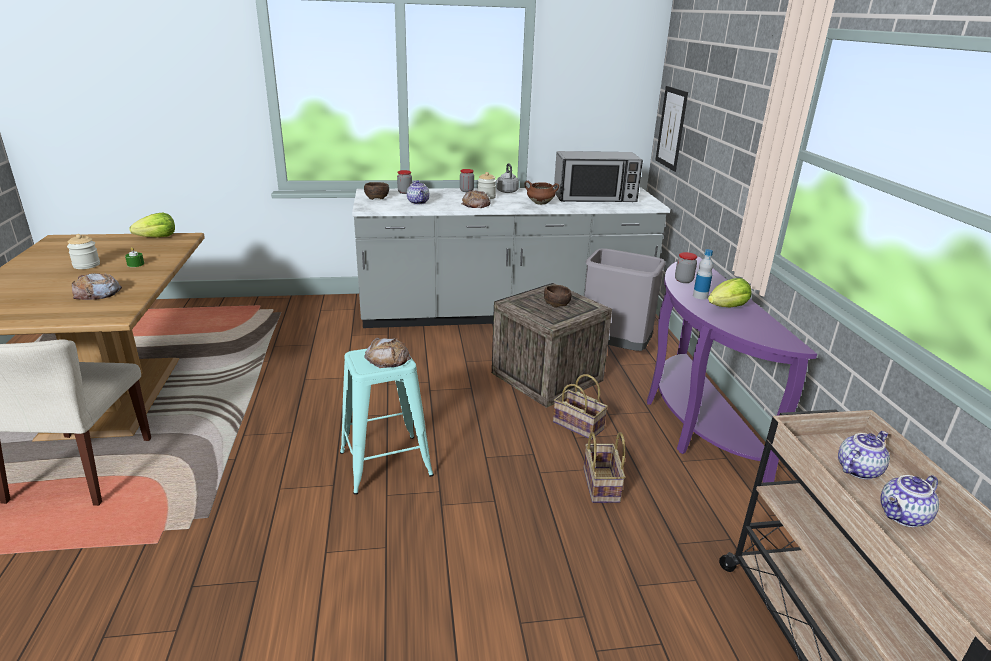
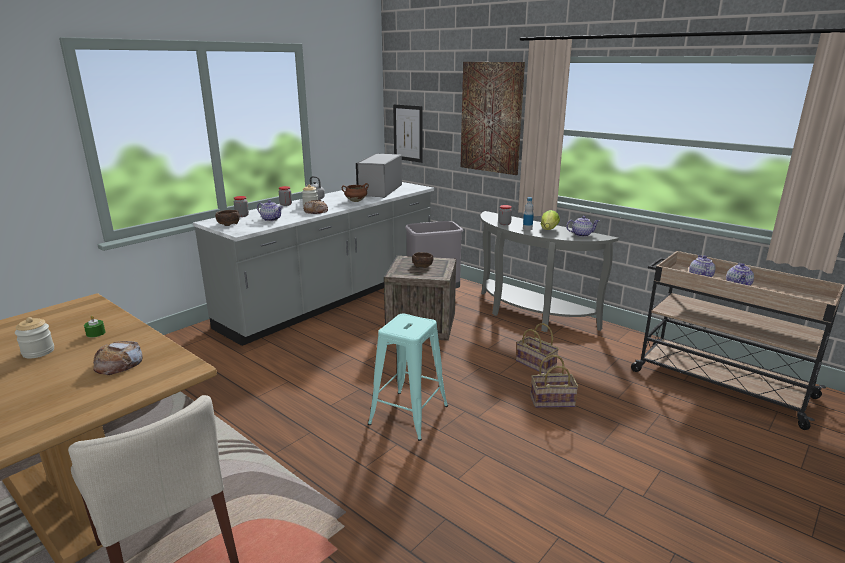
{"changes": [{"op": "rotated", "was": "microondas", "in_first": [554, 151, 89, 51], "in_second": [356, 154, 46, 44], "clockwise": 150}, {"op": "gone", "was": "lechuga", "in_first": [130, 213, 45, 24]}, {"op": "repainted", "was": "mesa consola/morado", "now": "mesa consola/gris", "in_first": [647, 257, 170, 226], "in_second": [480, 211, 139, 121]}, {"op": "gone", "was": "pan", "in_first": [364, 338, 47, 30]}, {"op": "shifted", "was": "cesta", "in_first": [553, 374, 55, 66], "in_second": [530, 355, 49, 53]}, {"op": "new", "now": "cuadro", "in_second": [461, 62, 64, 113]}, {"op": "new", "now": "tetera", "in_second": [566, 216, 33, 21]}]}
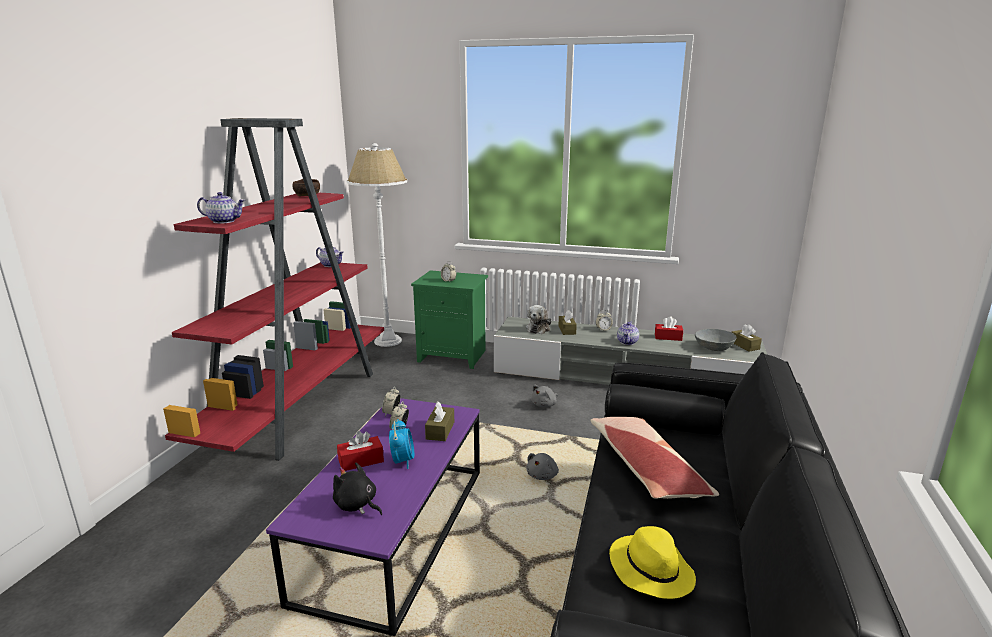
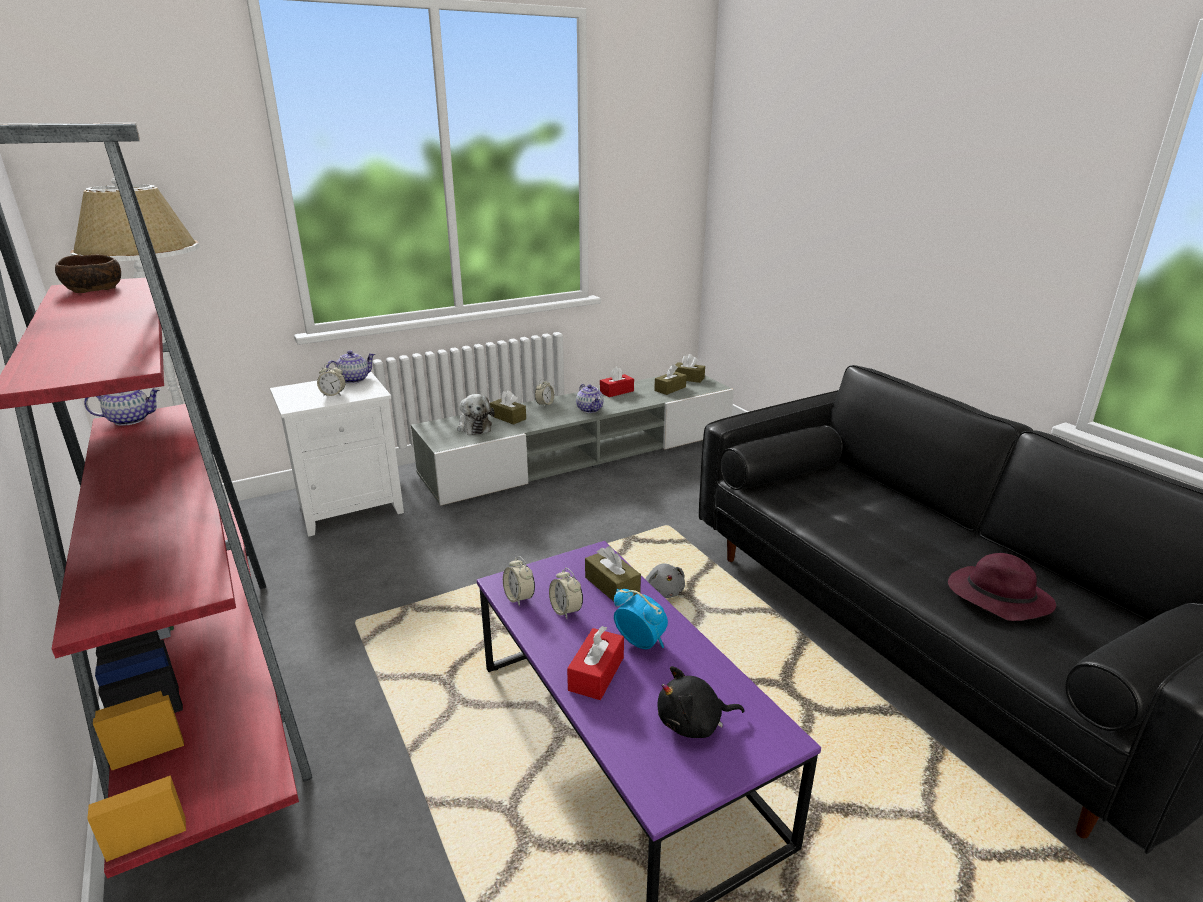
{"changes": [{"op": "shifted", "was": "tetera", "in_first": [197, 192, 48, 31], "in_second": [326, 350, 49, 34]}, {"op": "repainted", "was": "mesita de noche/verde", "now": "mesita de noche/blanco", "in_first": [411, 270, 77, 99], "in_second": [270, 372, 134, 165]}, {"op": "swapped", "was": "cuenco/gris", "now": "caja de pañuelos/marrón", "in_first": [695, 329, 42, 22], "in_second": [654, 364, 33, 31]}, {"op": "gone", "was": "peluche/gris", "in_first": [531, 385, 27, 22]}, {"op": "gone", "was": "cojín", "in_first": [591, 417, 128, 82]}, {"op": "repainted", "was": "sombrero/amarillo", "now": "sombrero/morado", "in_first": [609, 526, 87, 73], "in_second": [948, 553, 108, 68]}]}
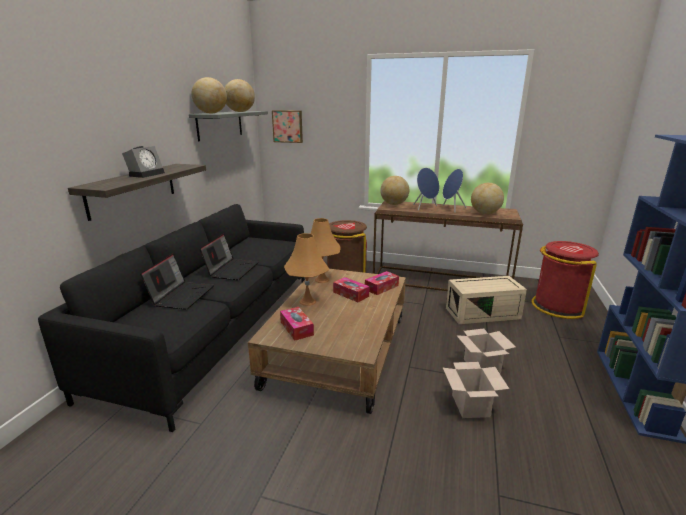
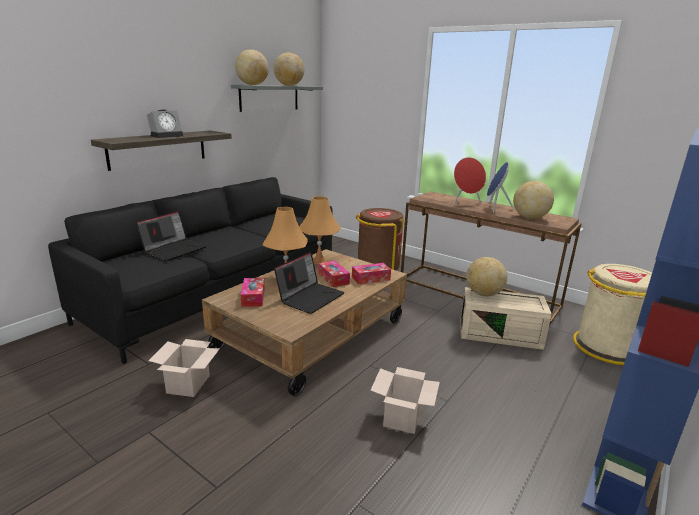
{"changes": [{"op": "gone", "was": "cuadro", "in_first": [272, 110, 31, 33]}, {"op": "repainted", "was": "altavoz/azul", "now": "altavoz/rojo", "in_first": [413, 168, 26, 43], "in_second": [453, 157, 33, 48]}, {"op": "shifted", "was": "globo terráqueo", "in_first": [380, 176, 29, 29], "in_second": [466, 257, 41, 39]}, {"op": "shifted", "was": "portátil", "in_first": [200, 234, 59, 46], "in_second": [274, 252, 71, 62]}, {"op": "repainted", "was": "papelera/rojo", "now": "papelera/beis", "in_first": [531, 241, 68, 78], "in_second": [573, 264, 79, 101]}, {"op": "shifted", "was": "caja de cartón", "in_first": [456, 328, 60, 46], "in_second": [148, 339, 72, 58]}]}
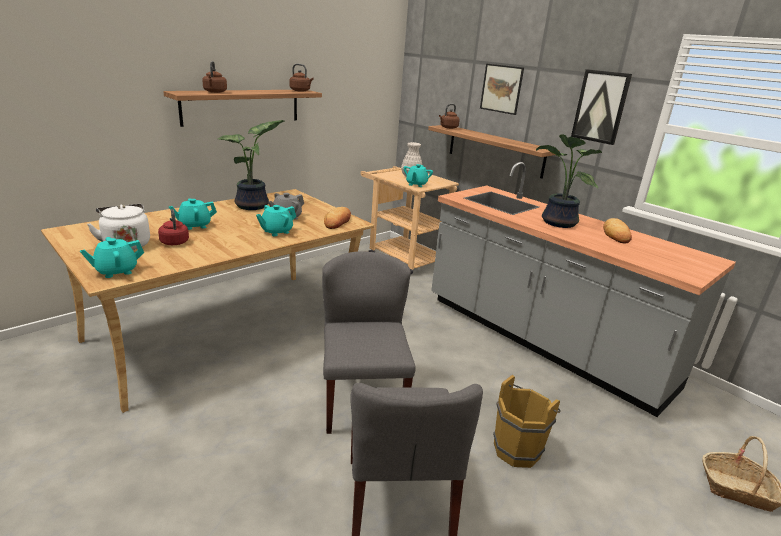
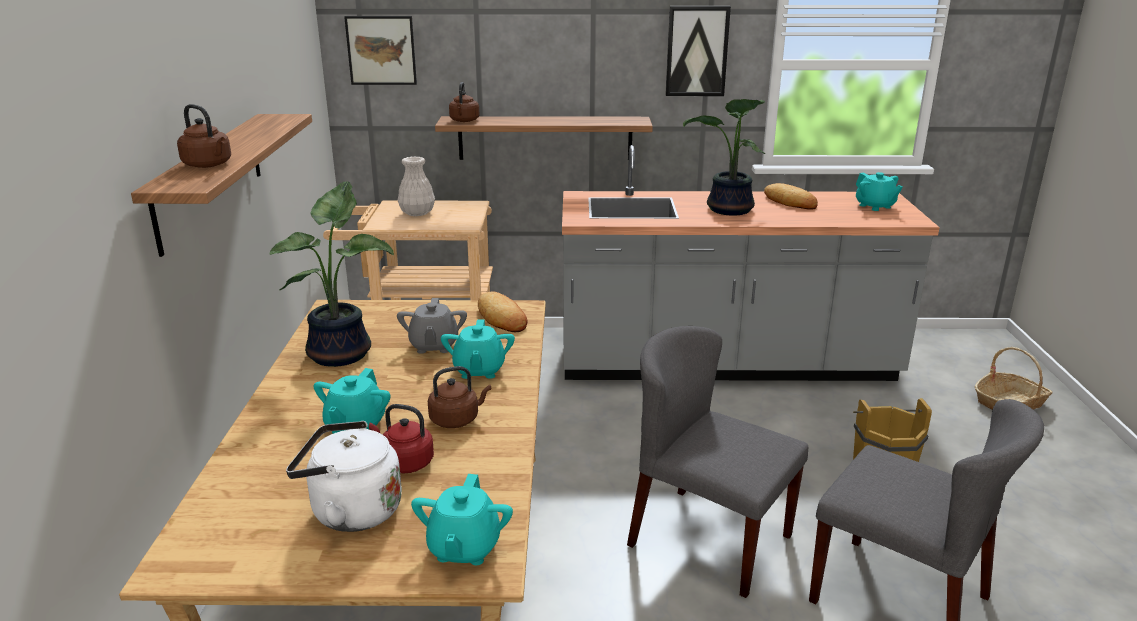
{"changes": [{"op": "shifted", "was": "cuadro", "in_first": [480, 63, 44, 52], "in_second": [344, 16, 73, 69]}, {"op": "shifted", "was": "hervidor/marrón", "in_first": [290, 64, 24, 28], "in_second": [428, 366, 63, 62]}, {"op": "shifted", "was": "tetera/turquesa", "in_first": [403, 164, 30, 23], "in_second": [856, 172, 47, 39]}]}
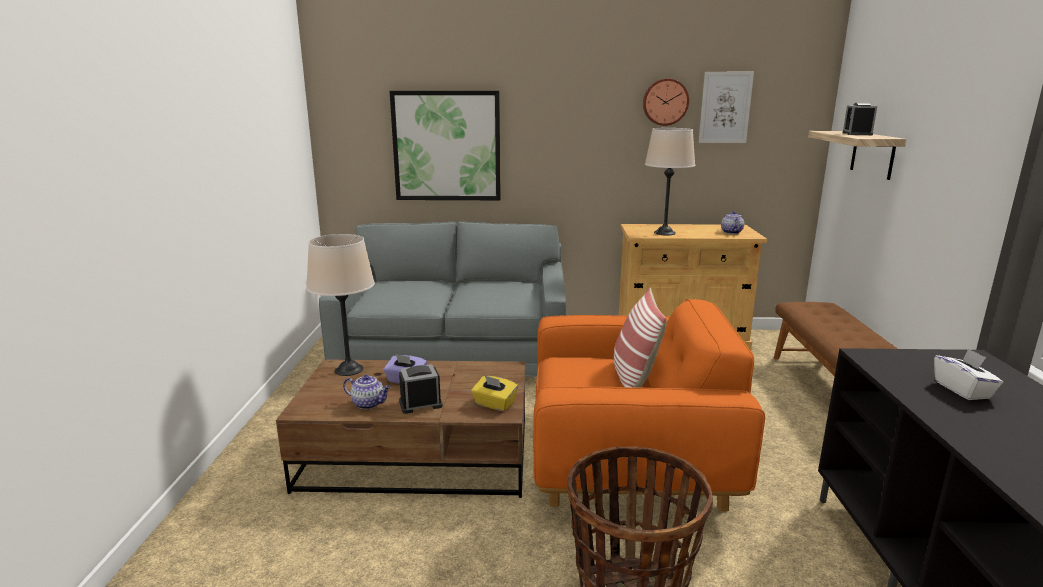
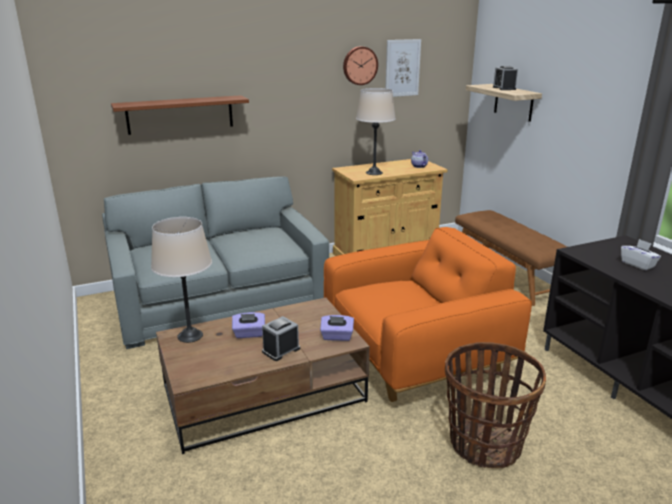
{"changes": [{"op": "swapped", "was": "cuadro", "now": "estante/marrón", "in_first": [390, 91, 111, 109], "in_second": [111, 95, 138, 40]}, {"op": "gone", "was": "cojín", "in_first": [614, 288, 53, 100]}, {"op": "gone", "was": "tetera", "in_first": [343, 375, 48, 34]}, {"op": "repainted", "was": "caja de pañuelos/amarillo", "now": "caja de pañuelos/morado", "in_first": [471, 375, 47, 36], "in_second": [320, 315, 34, 26]}]}
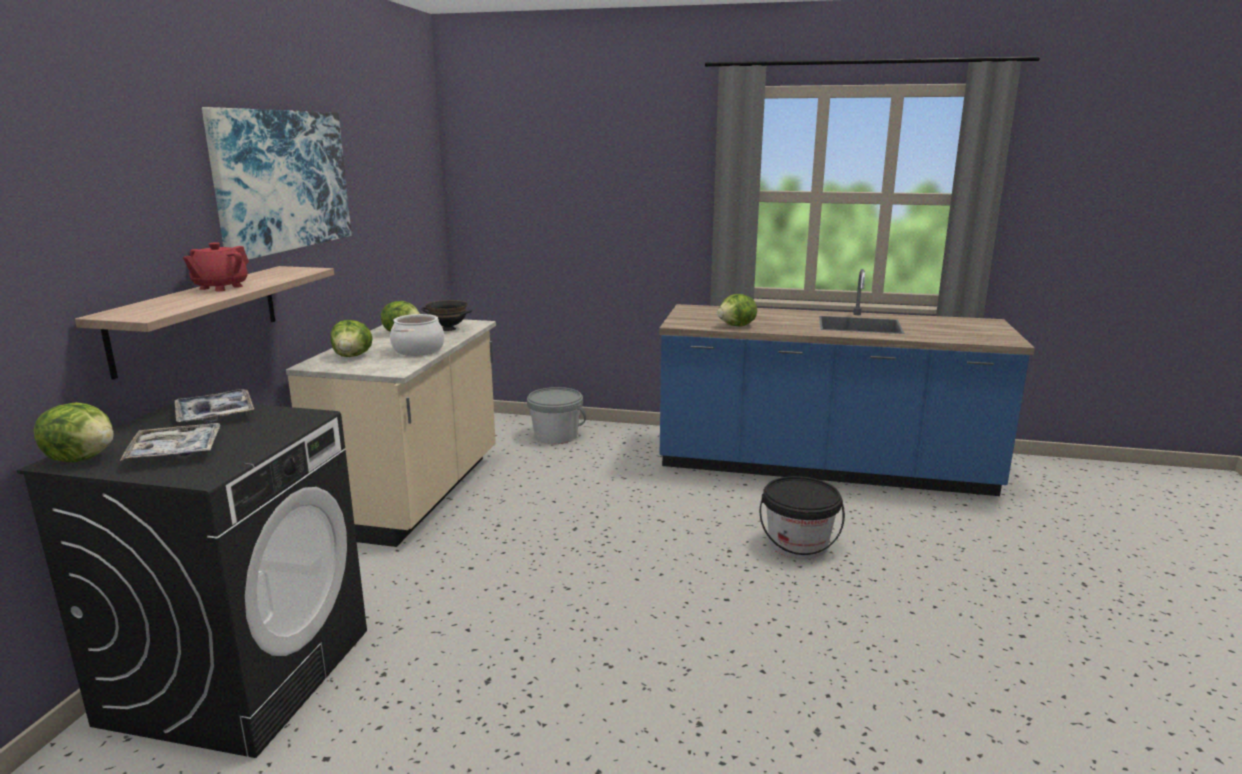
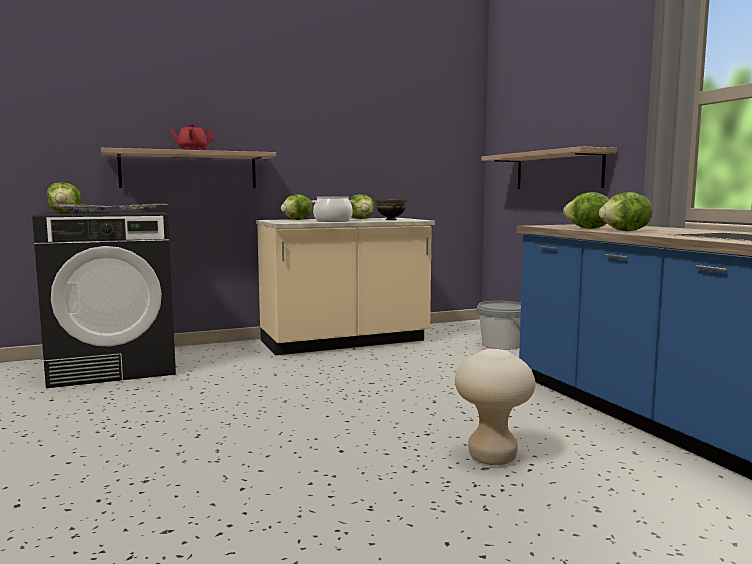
{"changes": [{"op": "gone", "was": "cuadro", "in_first": [202, 107, 150, 153]}, {"op": "swapped", "was": "cubo/negro", "now": "taburete/beis", "in_first": [760, 476, 85, 83], "in_second": [455, 349, 80, 116]}, {"op": "new", "now": "estante", "in_second": [481, 146, 136, 43]}, {"op": "new", "now": "lechuga", "in_second": [599, 192, 54, 39]}]}
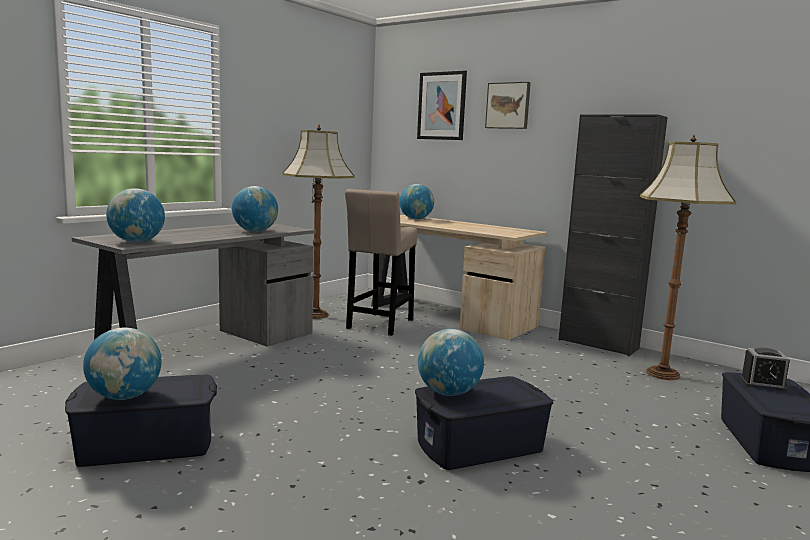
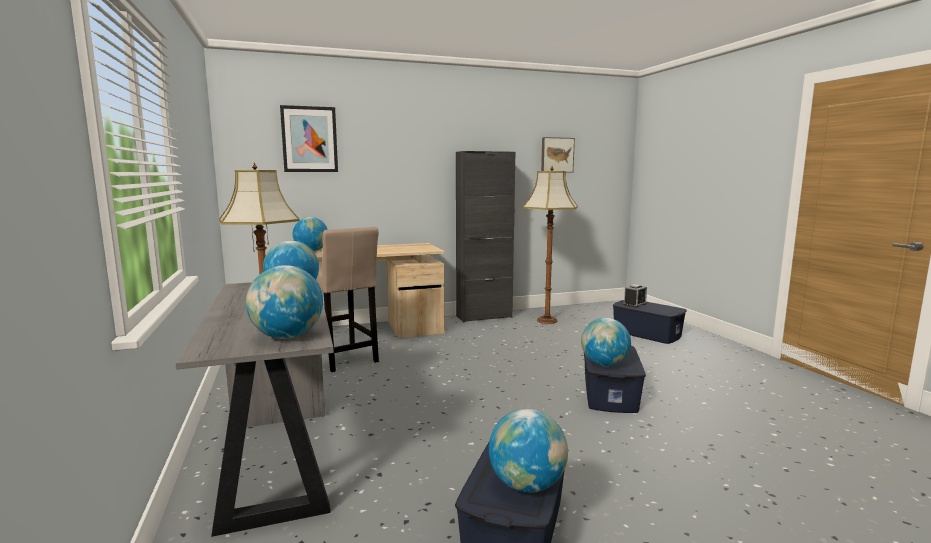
{"changes": [{"op": "shifted", "was": "cuadro", "in_first": [485, 82, 46, 47], "in_second": [541, 137, 34, 36]}]}
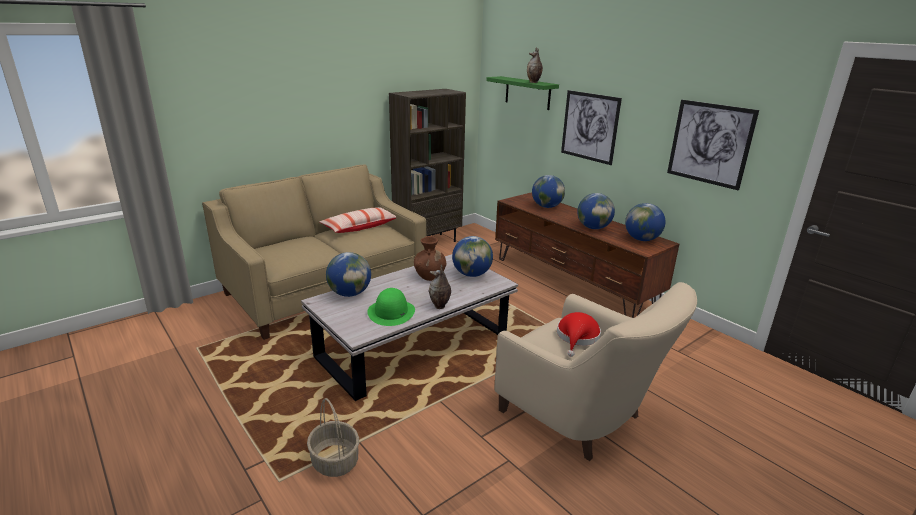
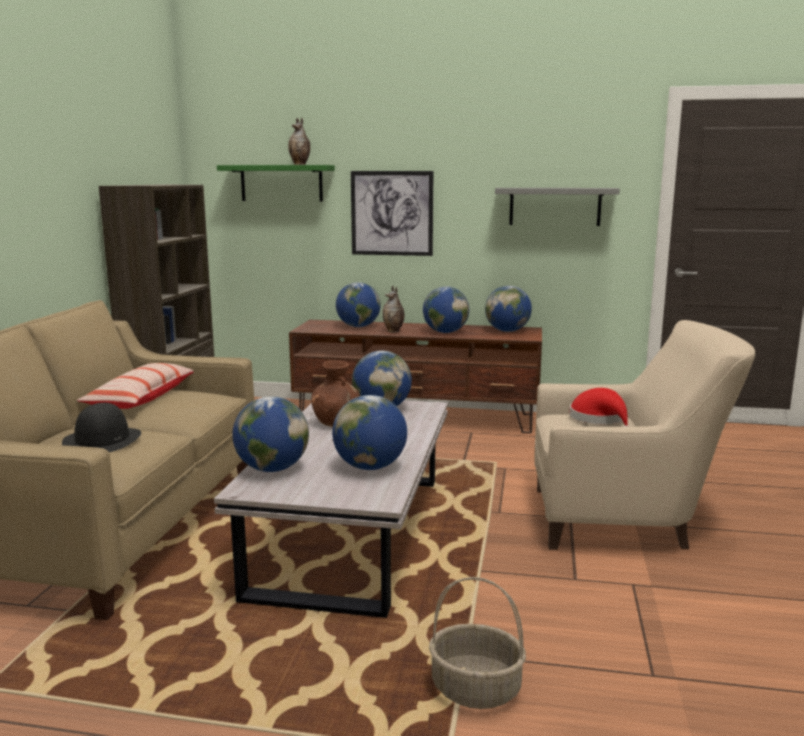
{"changes": [{"op": "swapped", "was": "cuadro", "now": "estante/gris", "in_first": [667, 100, 92, 90], "in_second": [495, 188, 125, 38]}, {"op": "shifted", "was": "florero", "in_first": [429, 265, 22, 44], "in_second": [382, 286, 23, 47]}, {"op": "swapped", "was": "sombrero/verde", "now": "globo terráqueo", "in_first": [367, 288, 48, 38], "in_second": [332, 395, 75, 75]}, {"op": "new", "now": "sombrero/negro", "in_second": [62, 403, 79, 49]}]}
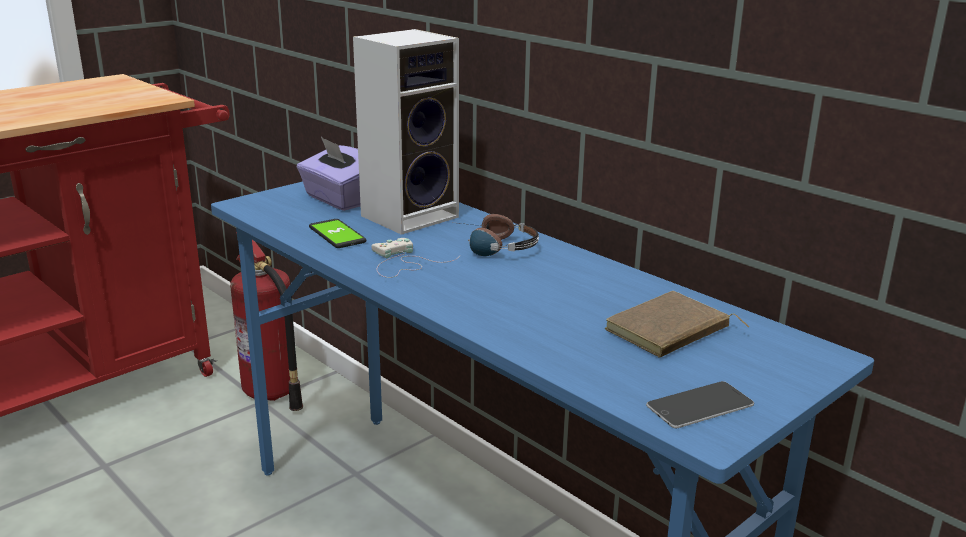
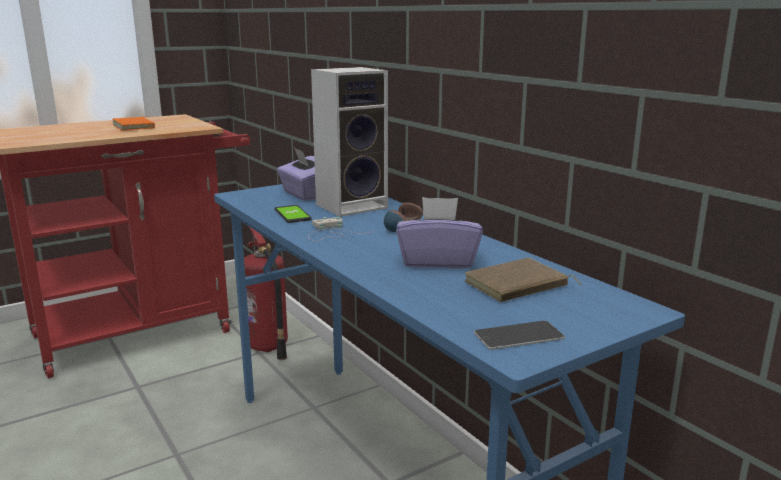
{"changes": [{"op": "new", "now": "libro/naranja", "in_second": [112, 116, 43, 15]}, {"op": "new", "now": "caja de pañuelos/morado", "in_second": [396, 197, 87, 72]}]}
